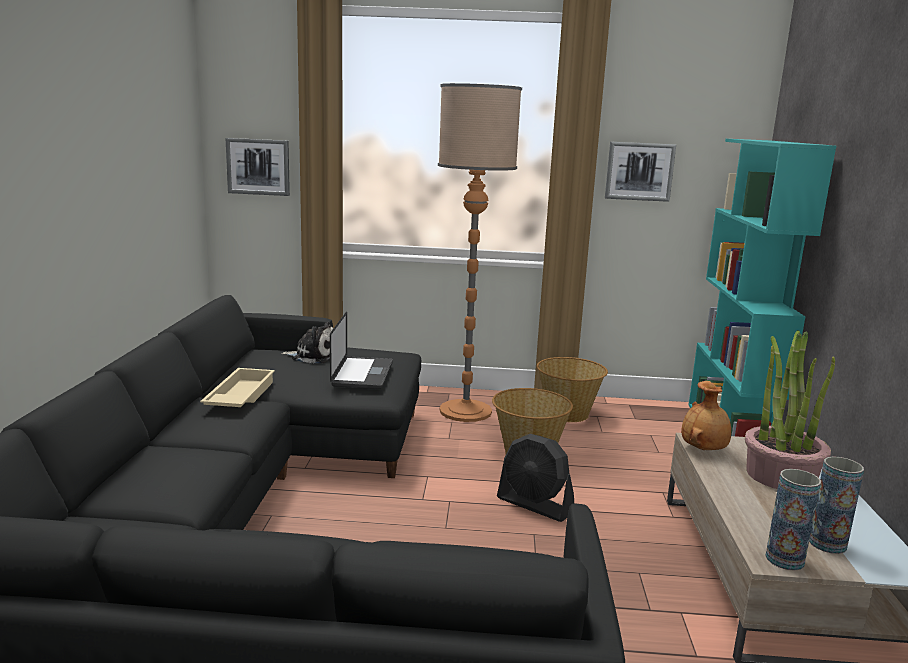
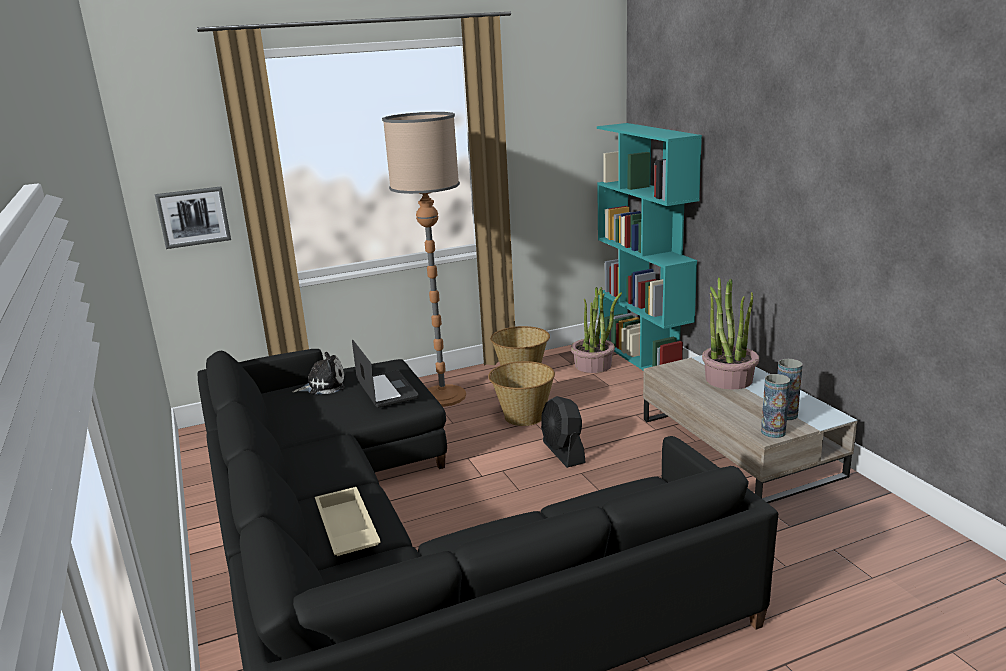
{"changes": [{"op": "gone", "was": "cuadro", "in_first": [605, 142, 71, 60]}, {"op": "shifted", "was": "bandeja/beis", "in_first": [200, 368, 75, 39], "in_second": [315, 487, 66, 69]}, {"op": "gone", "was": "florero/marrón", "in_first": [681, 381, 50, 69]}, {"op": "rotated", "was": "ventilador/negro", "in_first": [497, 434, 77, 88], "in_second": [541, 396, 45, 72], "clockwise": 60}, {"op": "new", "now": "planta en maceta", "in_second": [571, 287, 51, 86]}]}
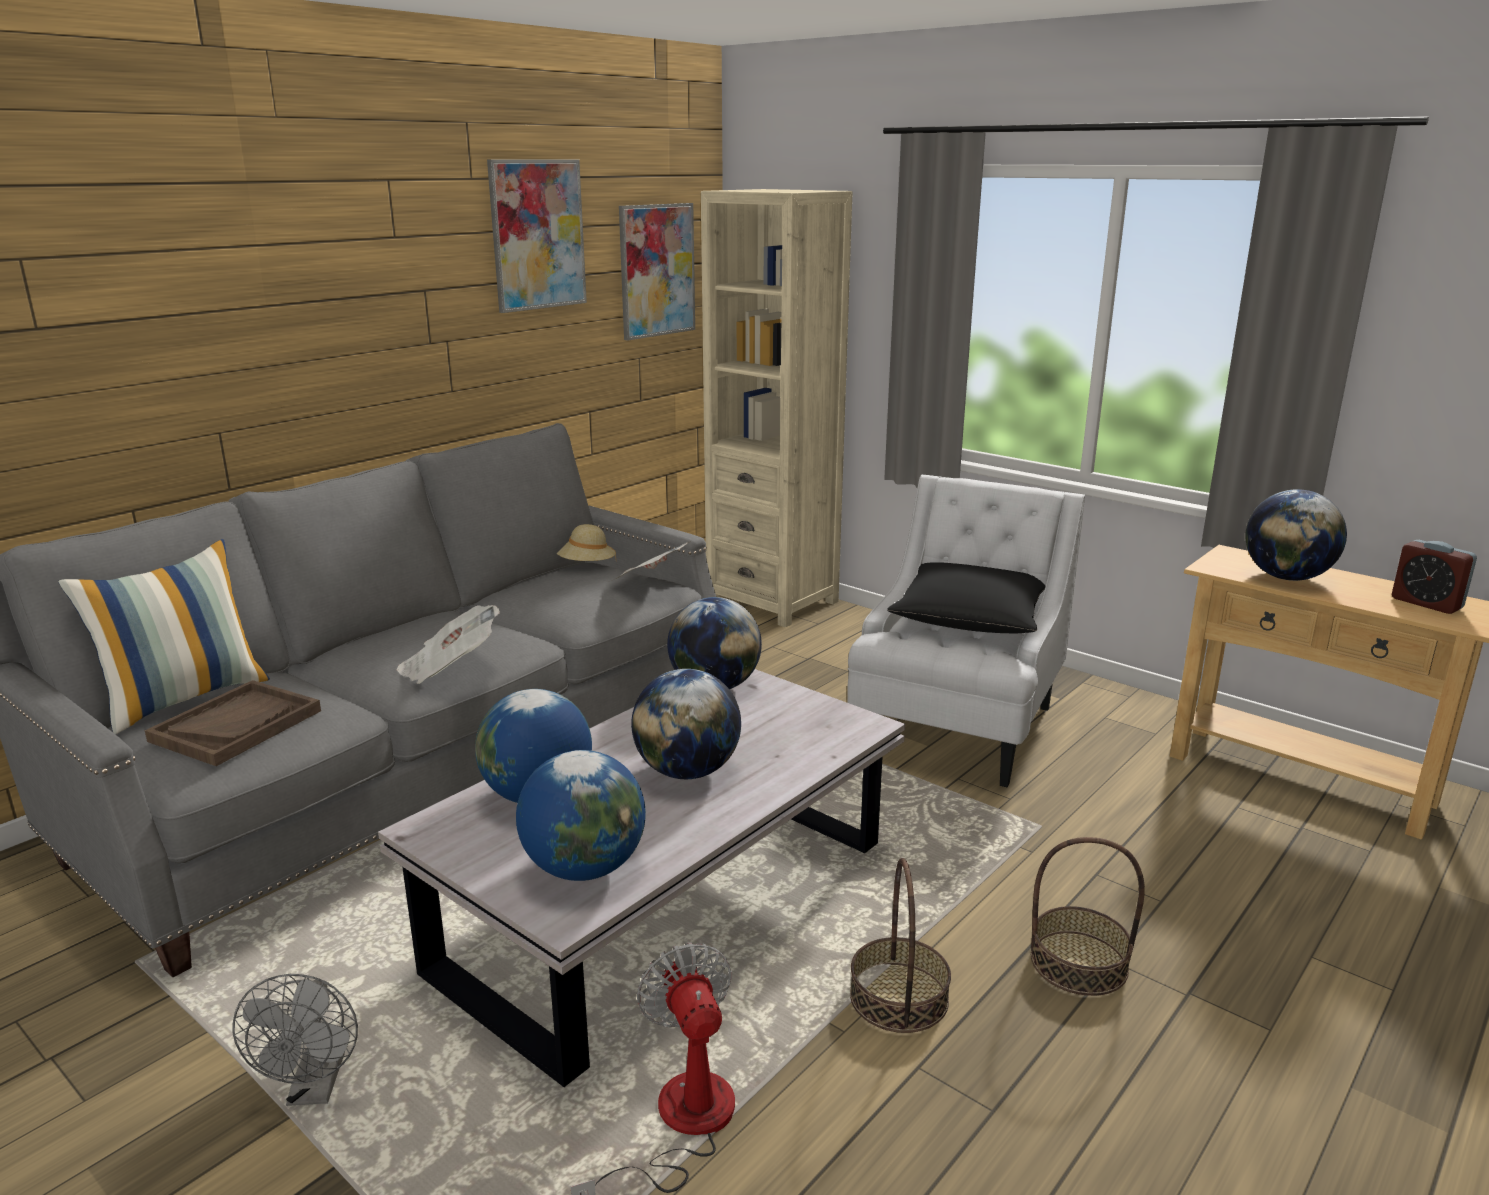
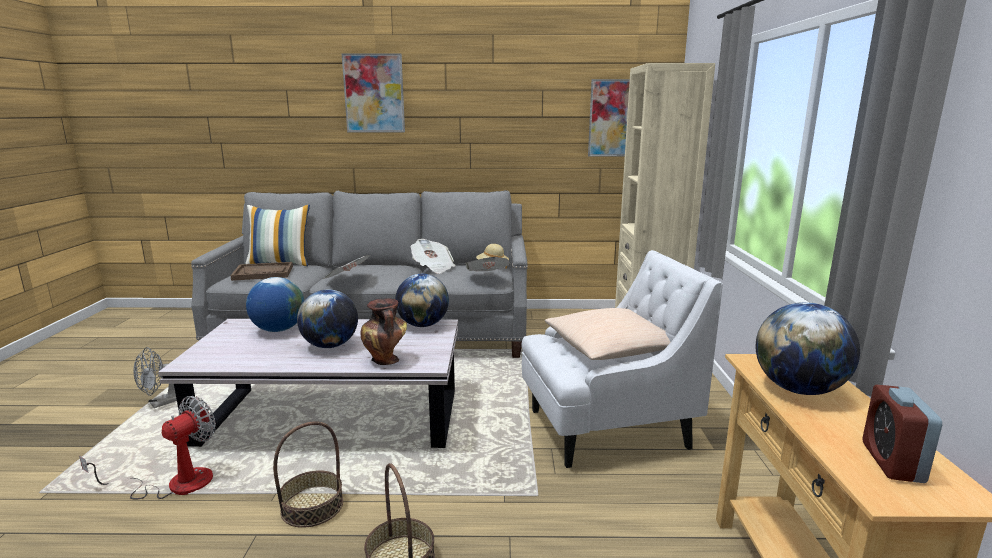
{"changes": [{"op": "shifted", "was": "cuadro", "in_first": [487, 160, 100, 153], "in_second": [342, 53, 63, 79]}, {"op": "repainted", "was": "cojín/negro", "now": "cojín/beis", "in_first": [887, 562, 159, 71], "in_second": [545, 308, 126, 52]}, {"op": "gone", "was": "globo terráqueo", "in_first": [516, 750, 130, 131]}, {"op": "new", "now": "periódico", "in_second": [411, 239, 44, 35]}, {"op": "new", "now": "florero", "in_second": [360, 298, 47, 67]}]}
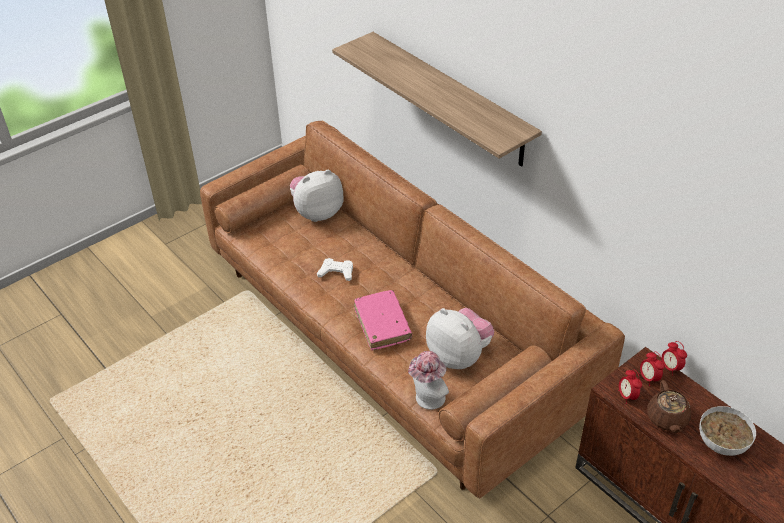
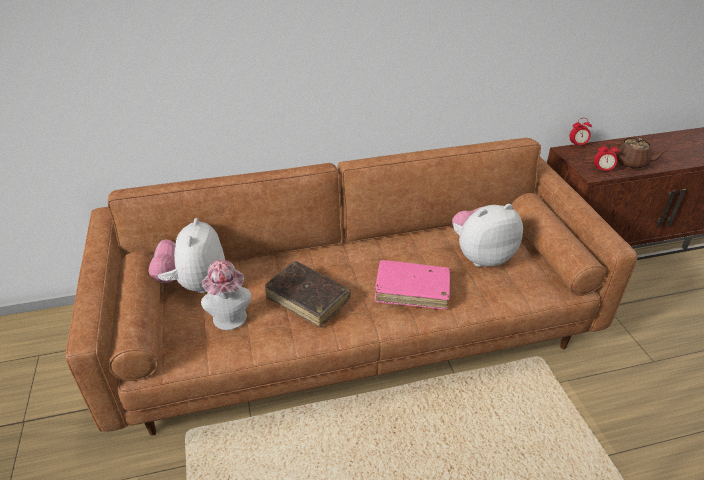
{"changes": [{"op": "gone", "was": "estante", "in_first": [332, 32, 210, 135]}, {"op": "swapped", "was": "mando de consola/blanco", "now": "libro/marrón", "in_first": [317, 258, 36, 23], "in_second": [265, 261, 86, 66]}, {"op": "shifted", "was": "sombrero", "in_first": [408, 351, 41, 59], "in_second": [201, 259, 50, 71]}, {"op": "gone", "was": "despertador", "in_first": [639, 351, 26, 35]}, {"op": "gone", "was": "cuenco", "in_first": [699, 406, 57, 50]}]}
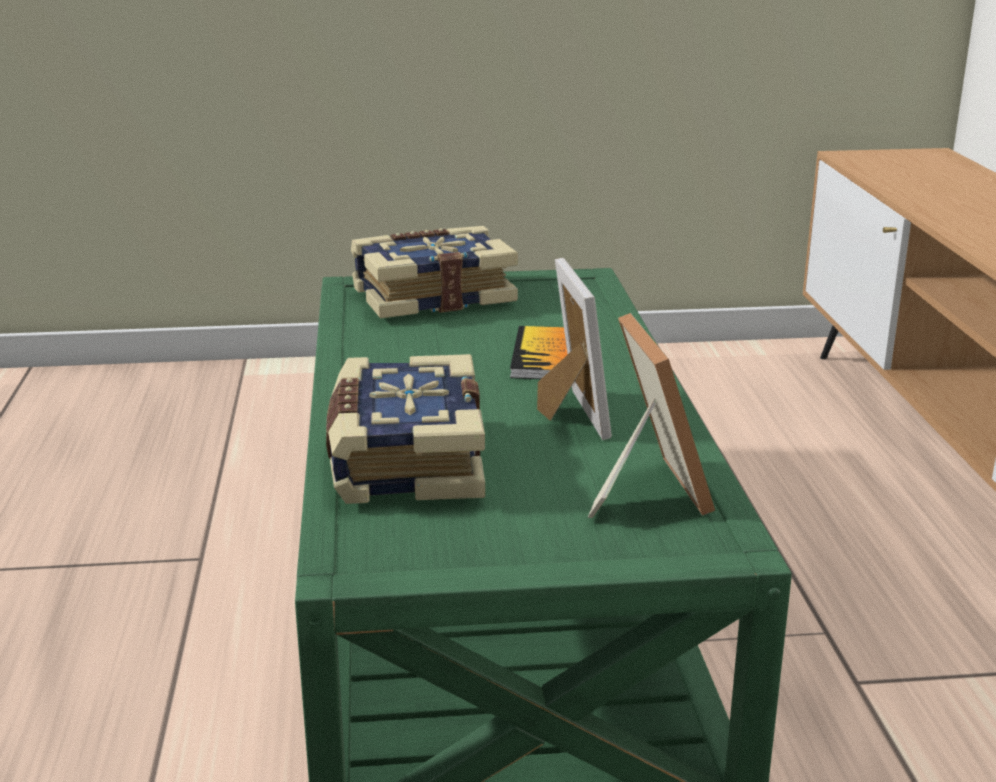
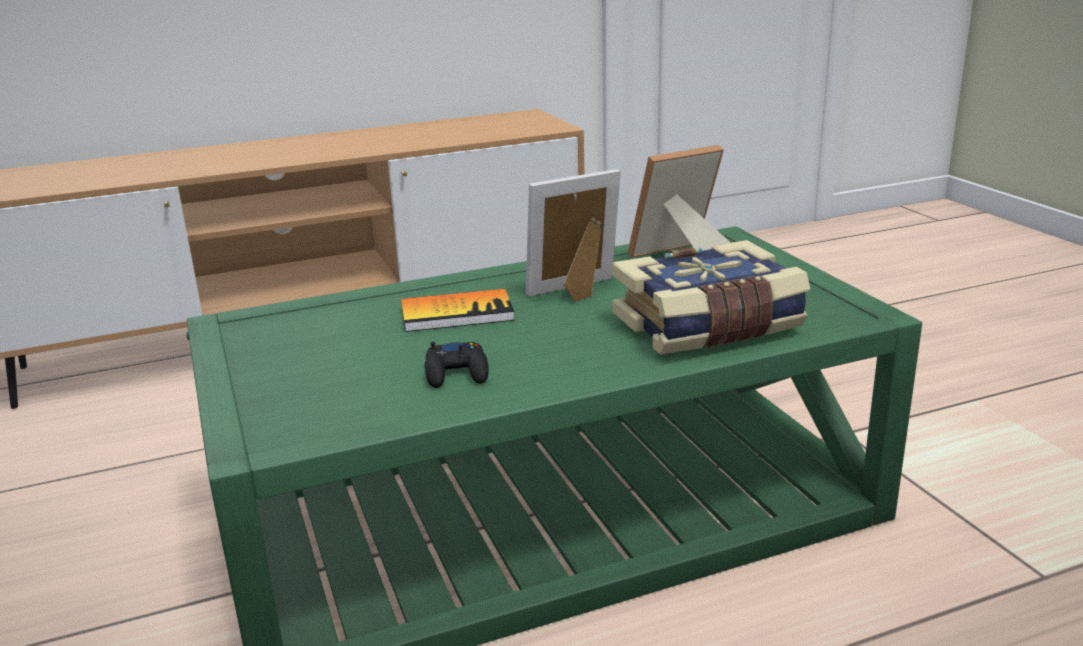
{"changes": [{"op": "gone", "was": "libro", "in_first": [351, 226, 167, 93]}, {"op": "new", "now": "mando de consola/negro", "in_second": [425, 342, 64, 46]}]}
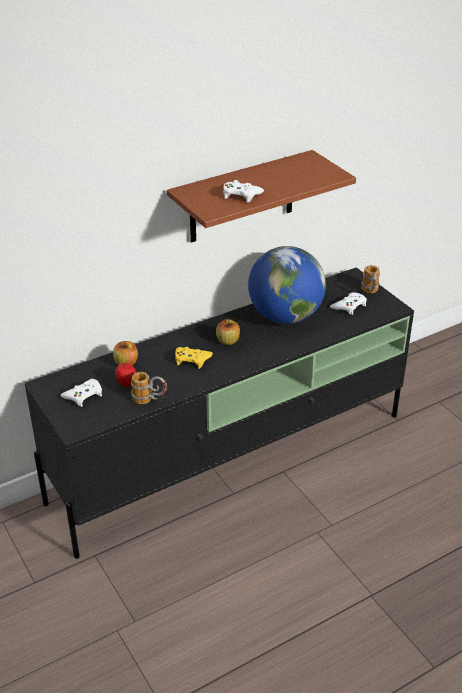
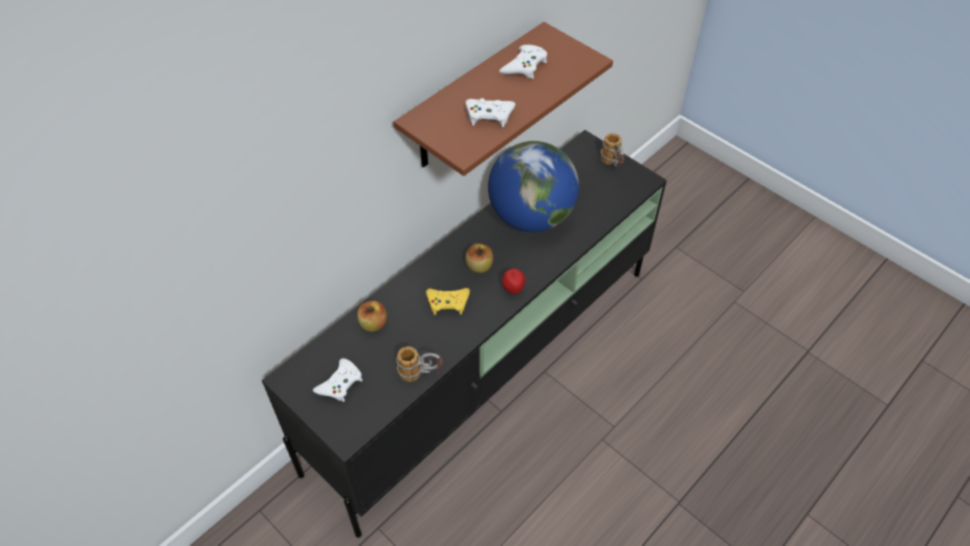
{"changes": [{"op": "shifted", "was": "mando de consola/blanco", "in_first": [330, 292, 37, 23], "in_second": [499, 45, 48, 34]}, {"op": "shifted", "was": "manzana", "in_first": [115, 362, 21, 25], "in_second": [502, 269, 23, 25]}]}
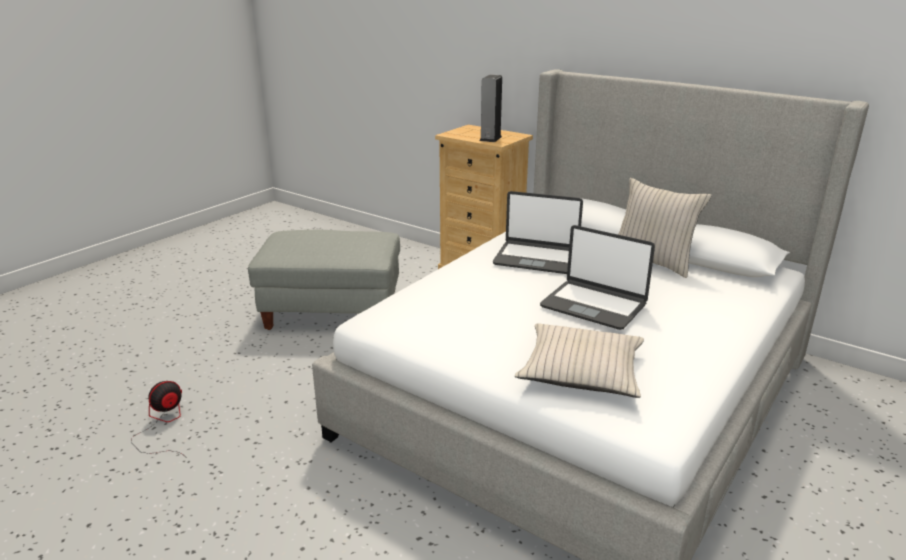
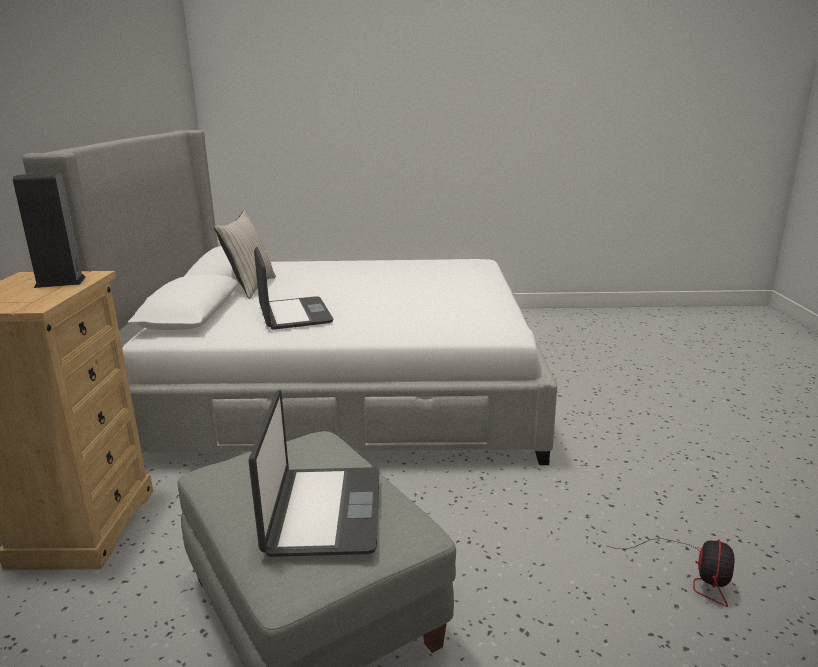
{"changes": [{"op": "shifted", "was": "portátil", "in_first": [540, 225, 115, 105], "in_second": [248, 390, 131, 167]}, {"op": "gone", "was": "cojín/beis", "in_first": [515, 324, 129, 74]}, {"op": "rotated", "was": "ventilador", "in_first": [131, 381, 56, 77], "in_second": [607, 538, 127, 69], "clockwise": -75}]}
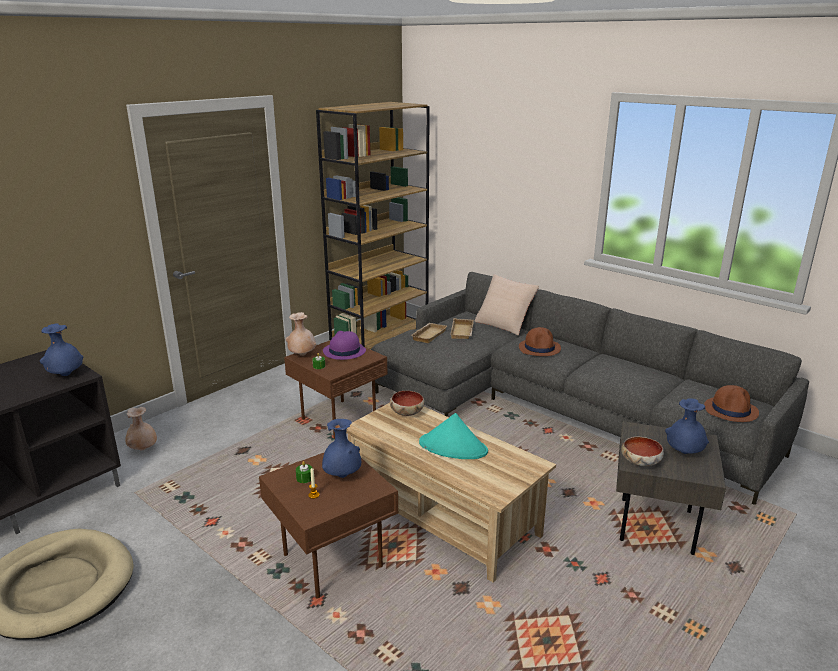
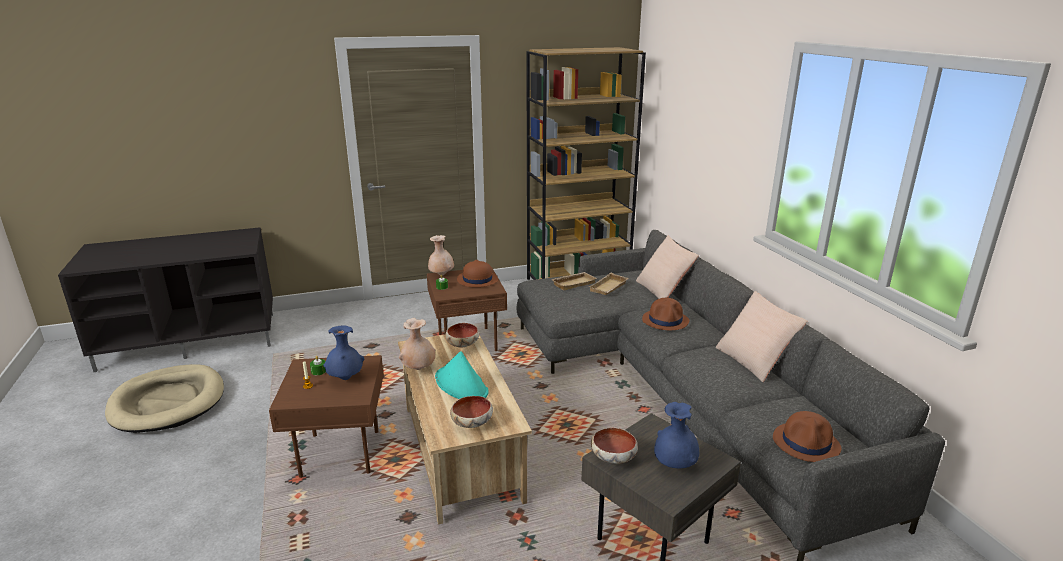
{"changes": [{"op": "gone", "was": "florero/azul", "in_first": [40, 323, 43, 53]}, {"op": "repainted", "was": "sombrero/morado", "now": "sombrero/marrón", "in_first": [323, 331, 43, 29], "in_second": [457, 260, 41, 27]}, {"op": "shifted", "was": "florero/beis", "in_first": [125, 407, 32, 44], "in_second": [399, 318, 37, 52]}, {"op": "new", "now": "cojín/beis", "in_second": [716, 291, 91, 91]}, {"op": "new", "now": "cuenco", "in_second": [450, 396, 43, 32]}]}
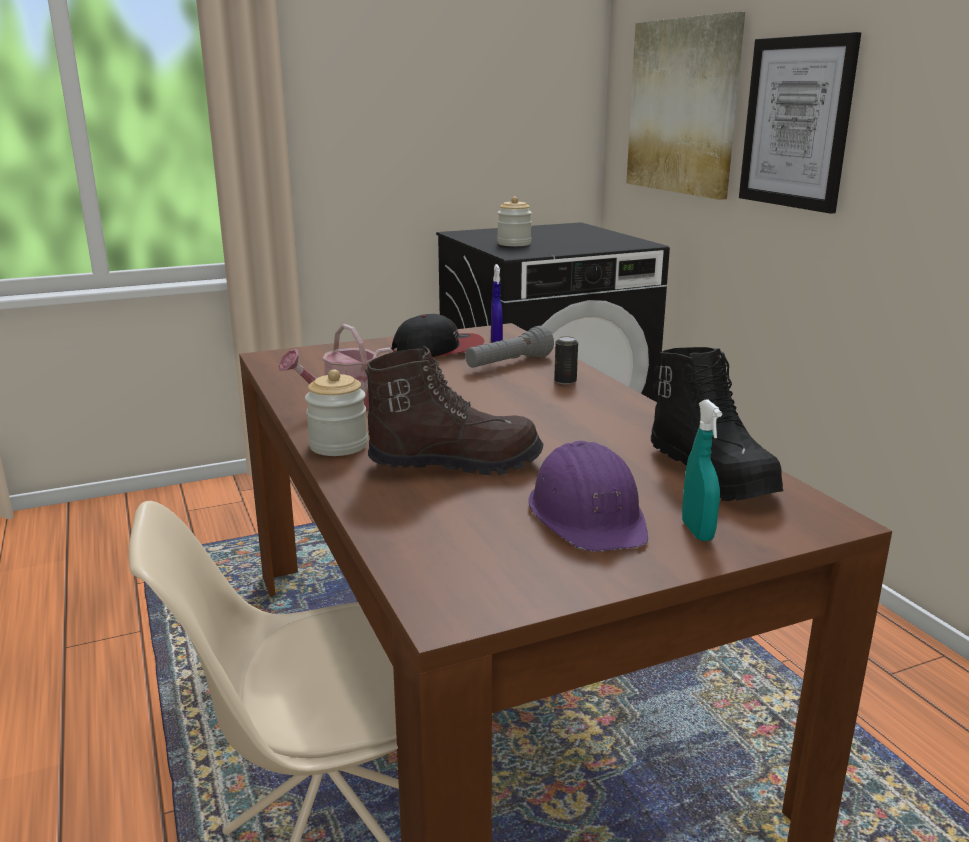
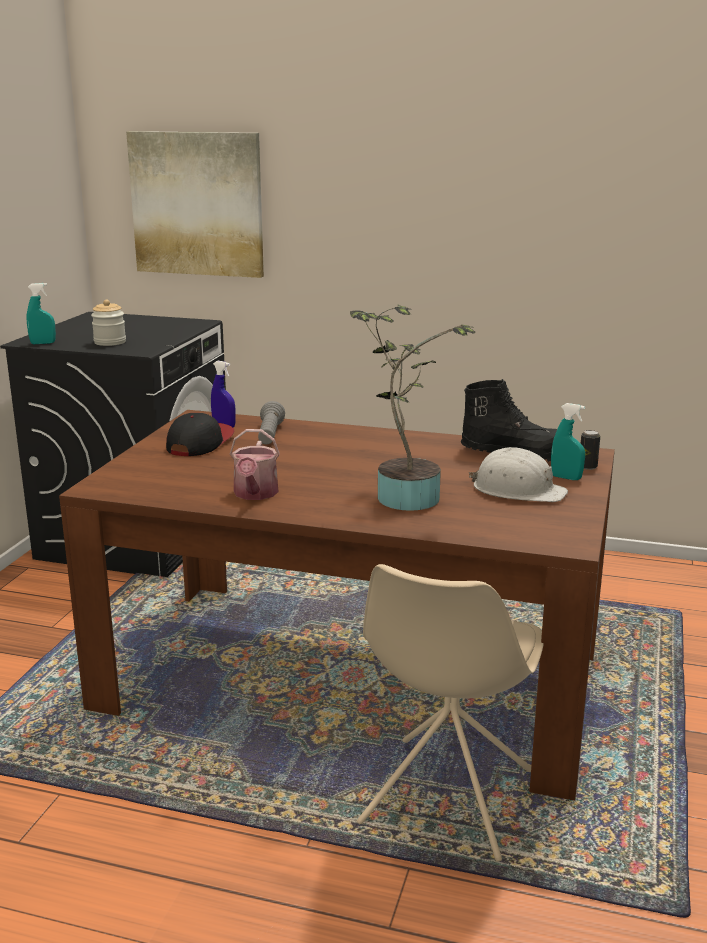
{"changes": [{"op": "gone", "was": "cuadro", "in_first": [739, 32, 122, 182]}, {"op": "shifted", "was": "lata", "in_first": [554, 336, 24, 49], "in_second": [581, 430, 19, 40]}, {"op": "swapped", "was": "bota/marrón", "now": "planta en maceta", "in_first": [365, 346, 178, 129], "in_second": [350, 305, 125, 206]}, {"op": "gone", "was": "tarro", "in_first": [305, 369, 63, 87]}, {"op": "repainted", "was": "casco/morado", "now": "casco/blanco", "in_first": [529, 441, 119, 111], "in_second": [469, 447, 99, 55]}, {"op": "new", "now": "pulverizador/turquesa", "in_second": [26, 283, 30, 61]}]}
